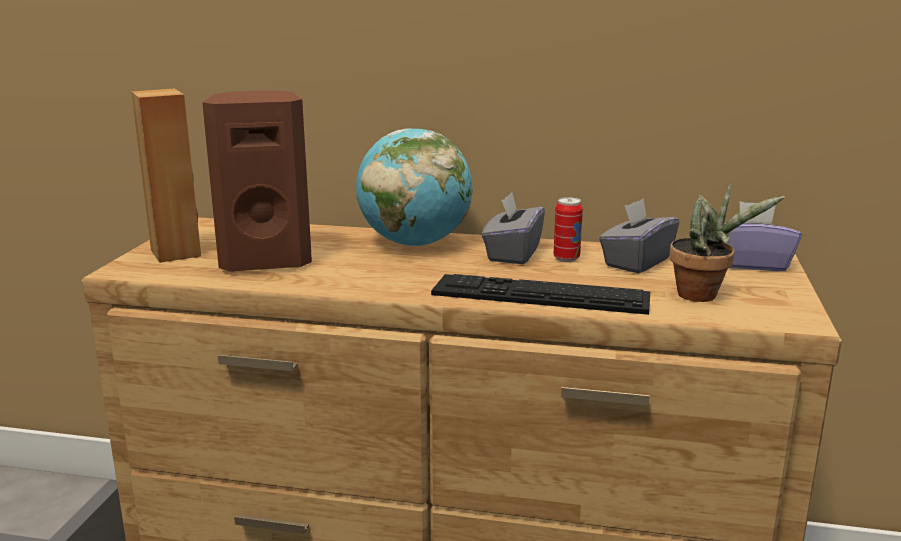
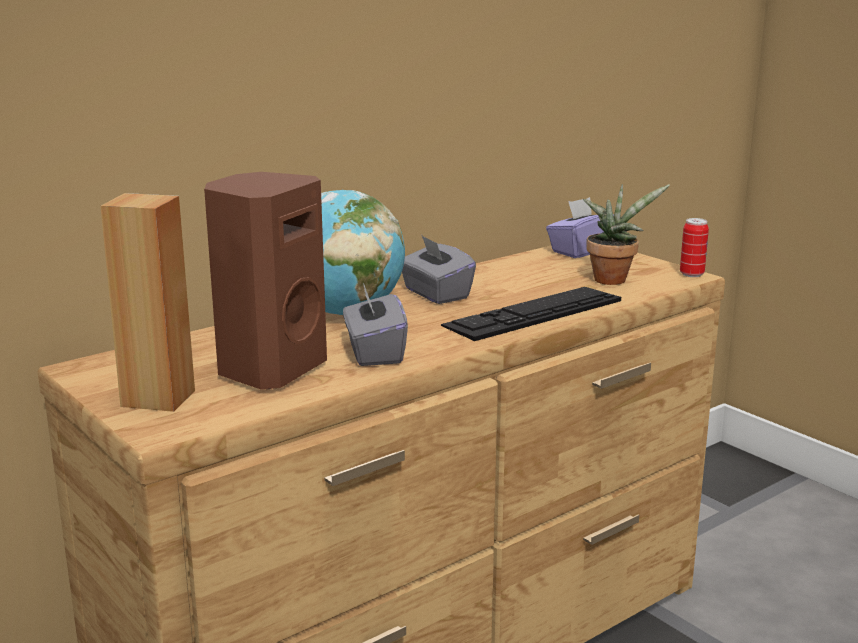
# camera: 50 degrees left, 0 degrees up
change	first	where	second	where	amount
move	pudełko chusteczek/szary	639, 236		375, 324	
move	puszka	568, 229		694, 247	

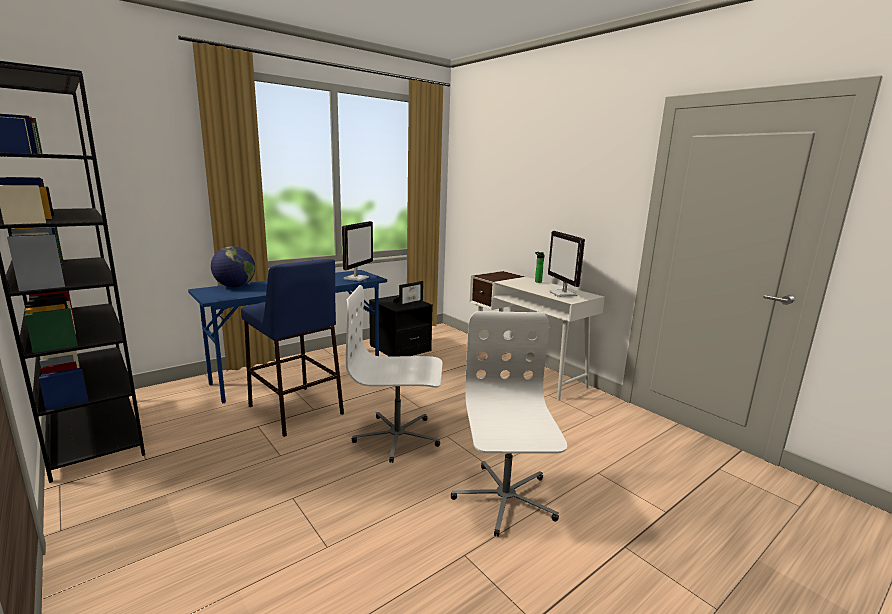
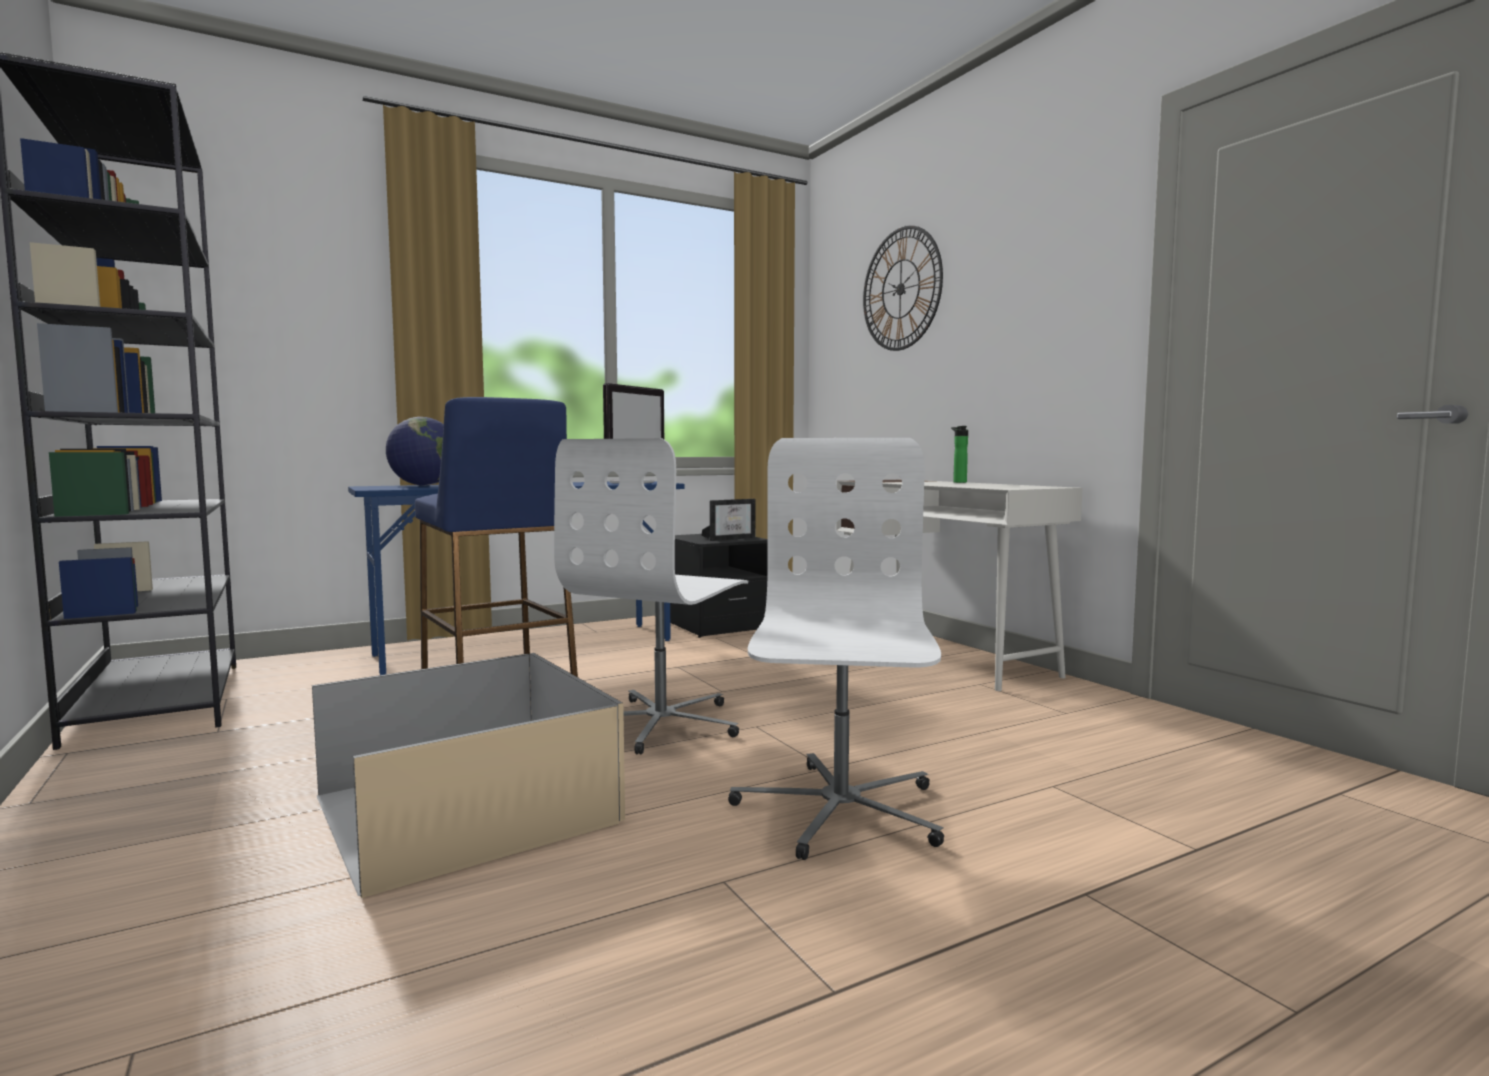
# camera: 10 degrees right, 10 degrees down
change	first	where	second	where	amount
insert			pojemnik do przechowywania/beżowy	468, 775	
rotate	krzesło biurowe/biały	394, 374		651, 596	75 degrees counterclockwise
insert			zegar ścienny	903, 288	
delete	monitor	566, 264			

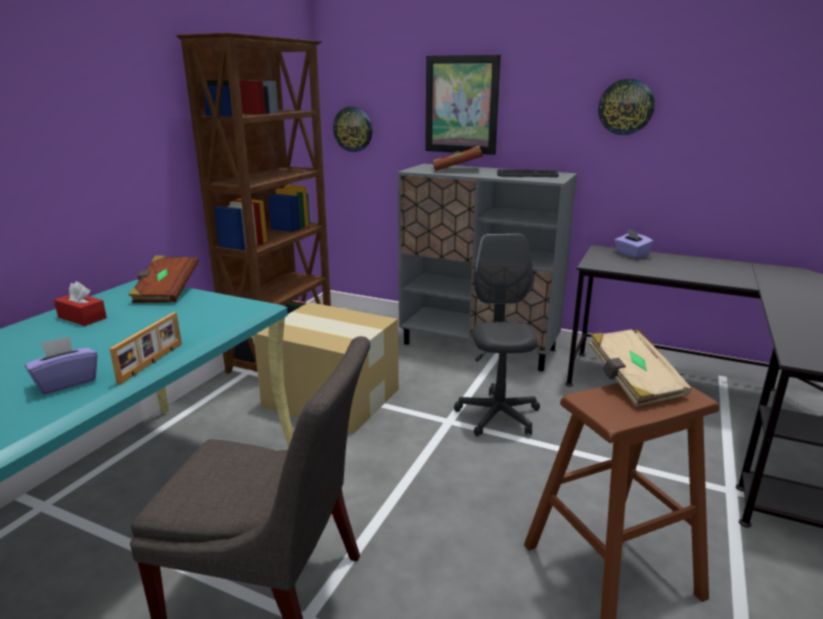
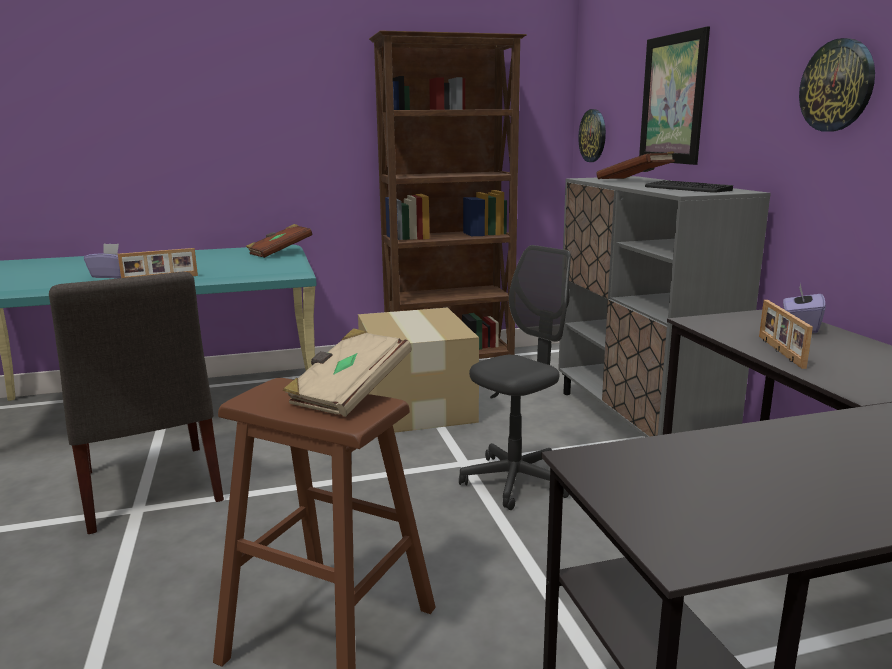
# camera: 50 degrees right, 5 degrees down
change	first	where	second	where	amount
insert			ramka na zdjęcie	786, 334	
delete	pudełko chusteczek/czerwony	80, 303			

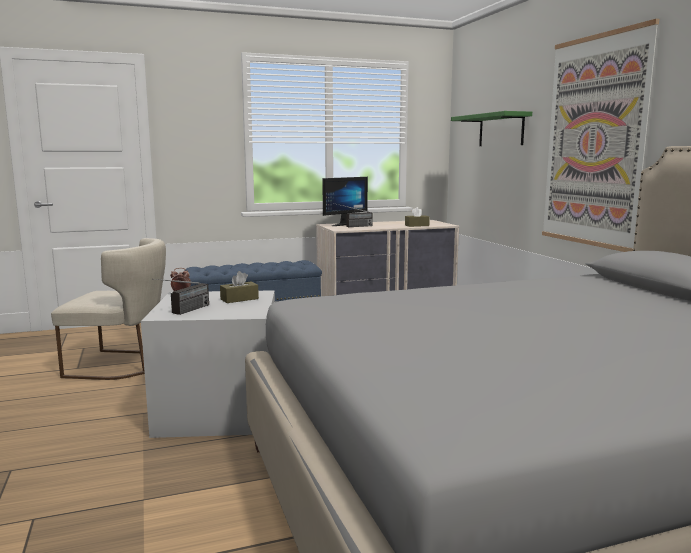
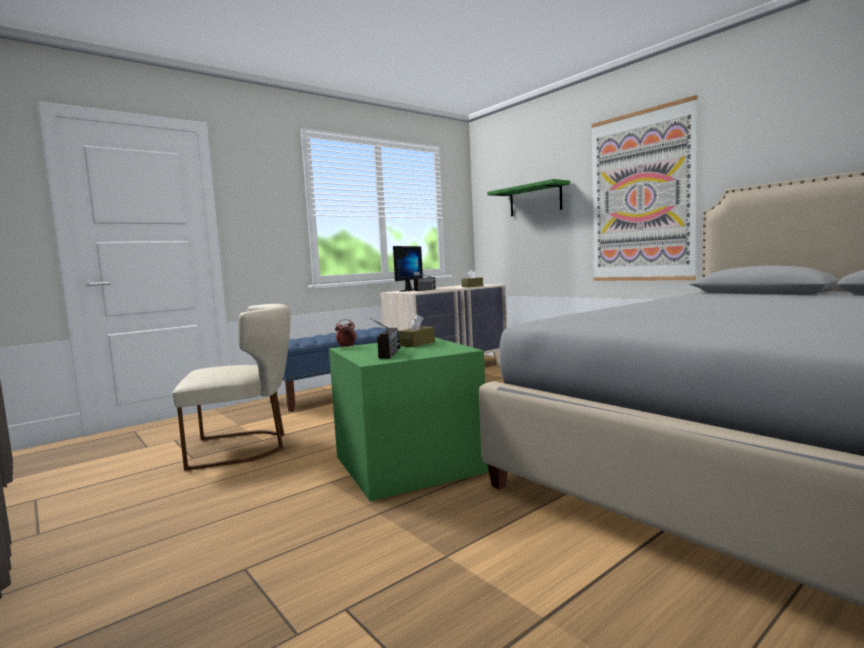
# camera: 20 degrees left, 5 degrees down
change	first	where	second	where	amount
recolor	pojemnik do przechowywania/szary	208, 364	pojemnik do przechowywania/zielony	409, 419	

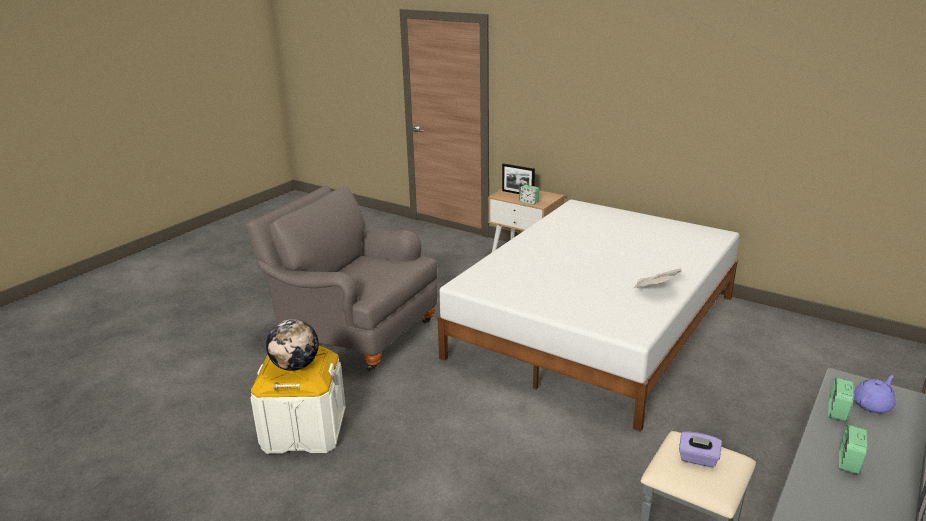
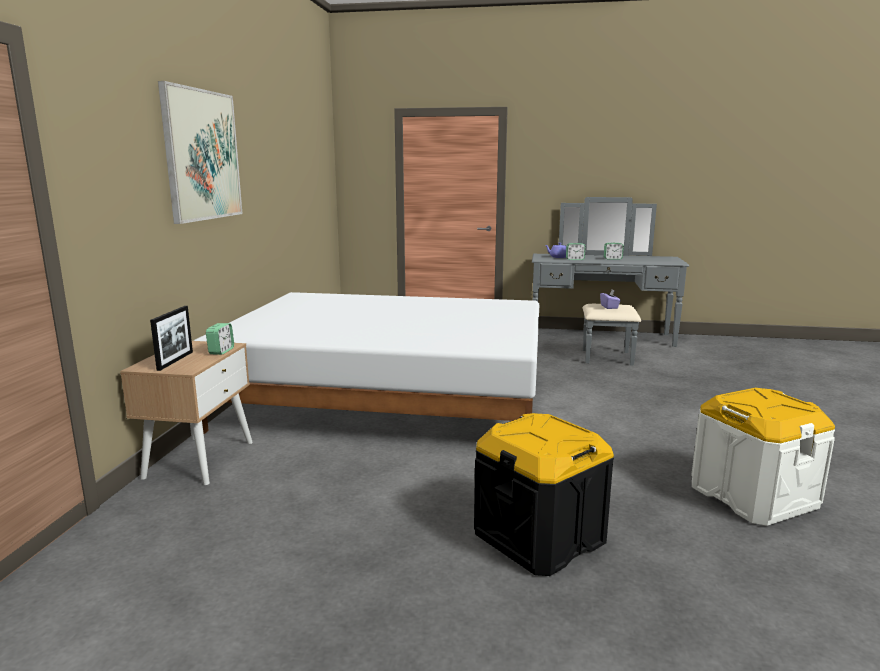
# camera: 115 degrees left, 10 degrees down
change	first	where	second	where	amount
insert			obraz	200, 152	
replace	fotel/szary	341, 278	pojemnik do przechowywania/czarny	544, 494	
delete	globus	292, 345			
delete	gazeta	658, 278			

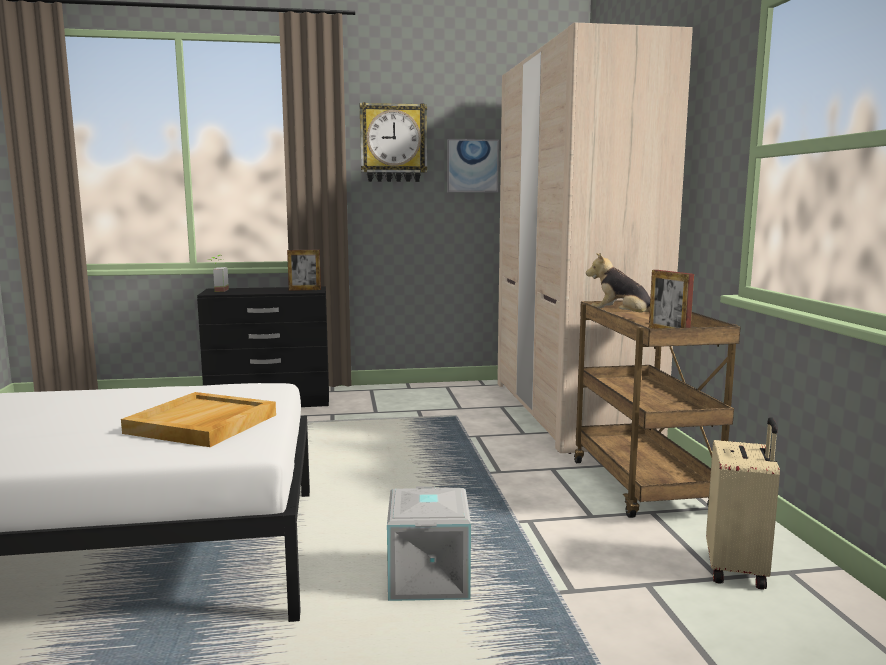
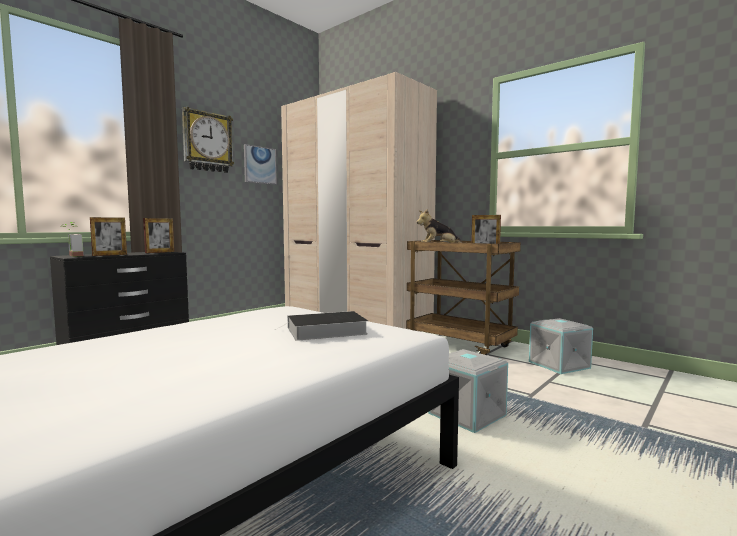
# camera: 40 degrees left, 5 degrees down
change	first	where	second	where	amount
insert			ramka na zdjęcie	108, 236	
replace	taca/beżowy	198, 419	książka	321, 326	
replace	walizka/beżowy	743, 503	pojemnik do przechowywania/szary	561, 346	

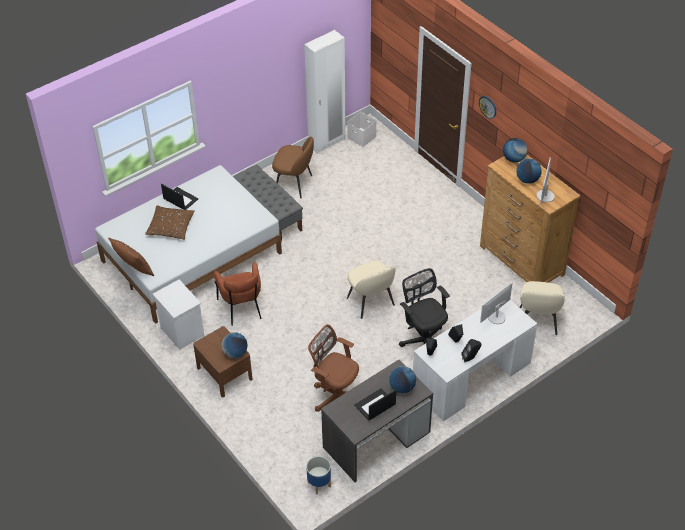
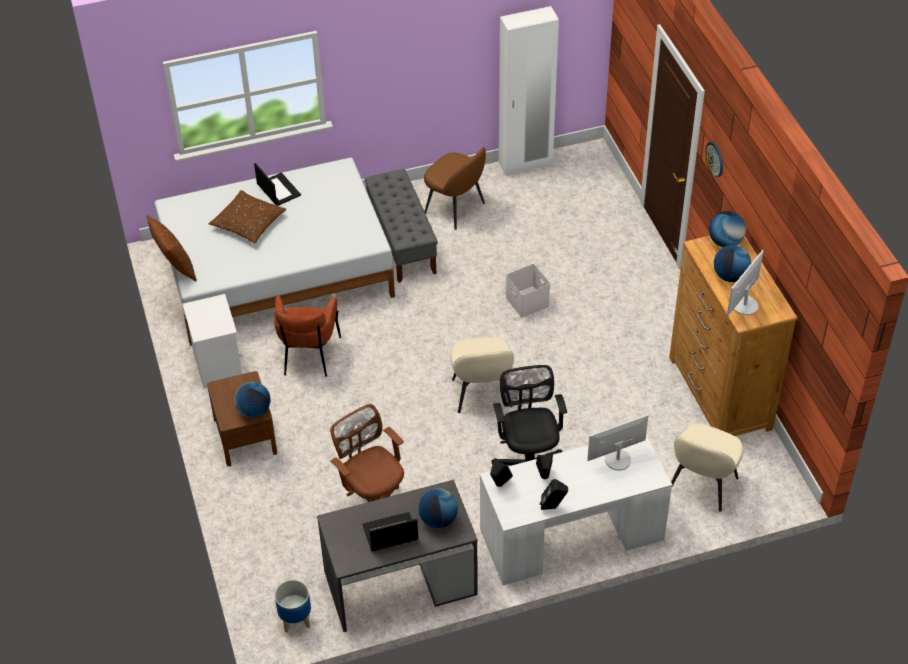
# camera: 20 degrees right, 0 degrees up
change	first	where	second	where	amount
move	pojemnik do przechowywania/biały	361, 129		528, 291	

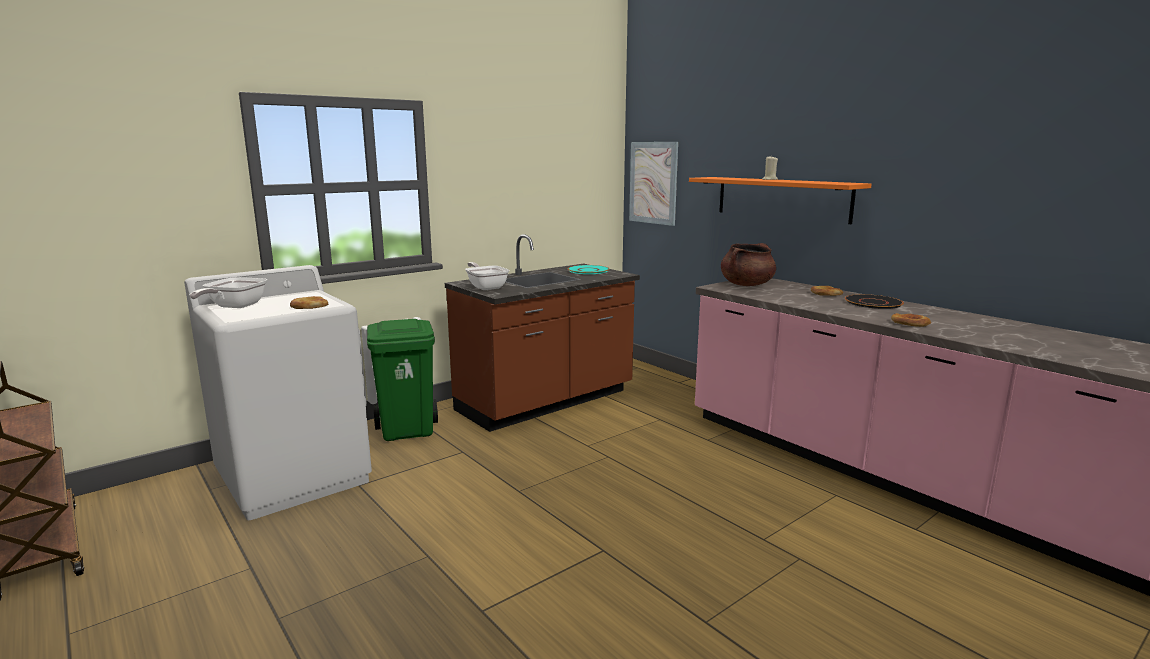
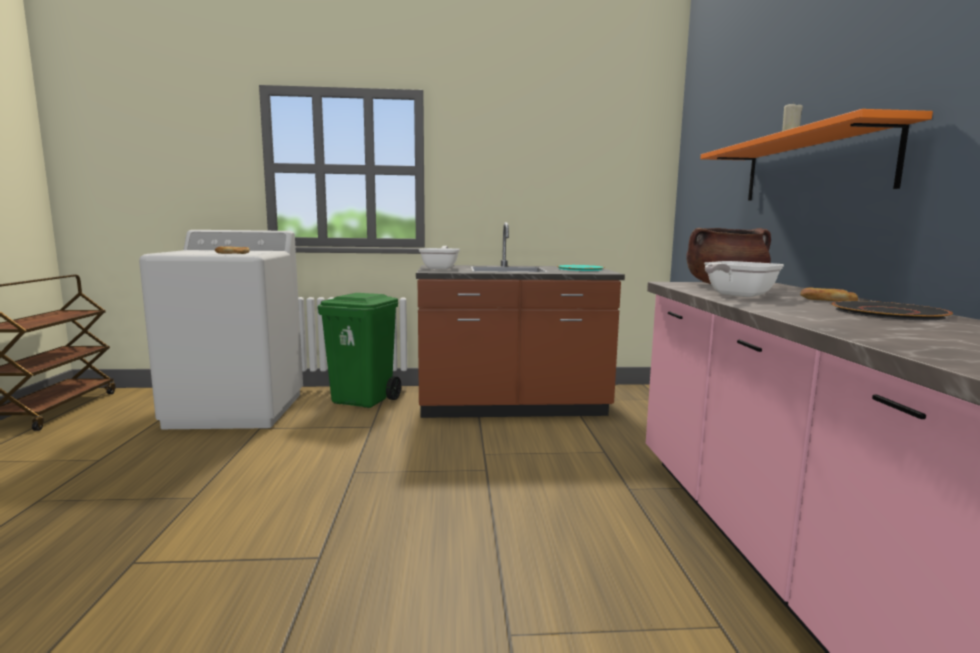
# camera: 35 degrees right, 5 degrees down
change	first	where	second	where	amount
move	patelnia	228, 292		744, 279	
delete	obraz	653, 184			
delete	chleb	911, 320			

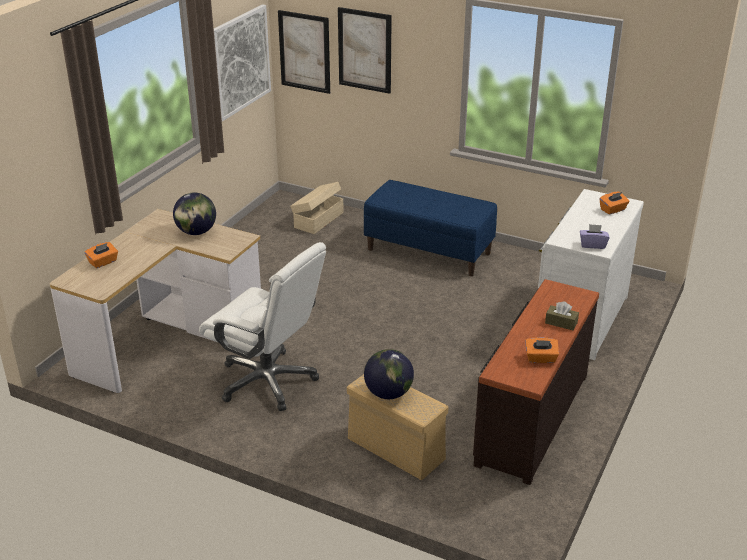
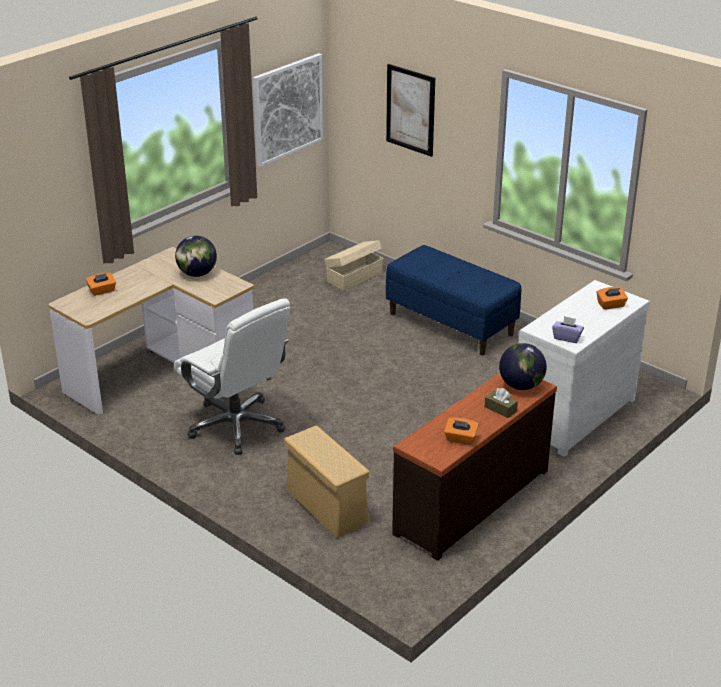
# camera: 15 degrees right, 0 degrees up
change	first	where	second	where	amount
move	globus	389, 374		523, 366	
delete	obraz	304, 52			

